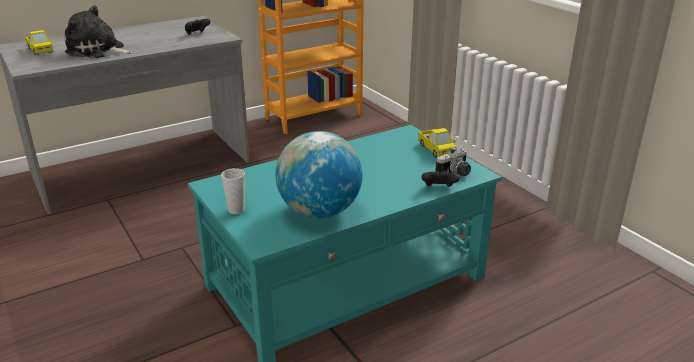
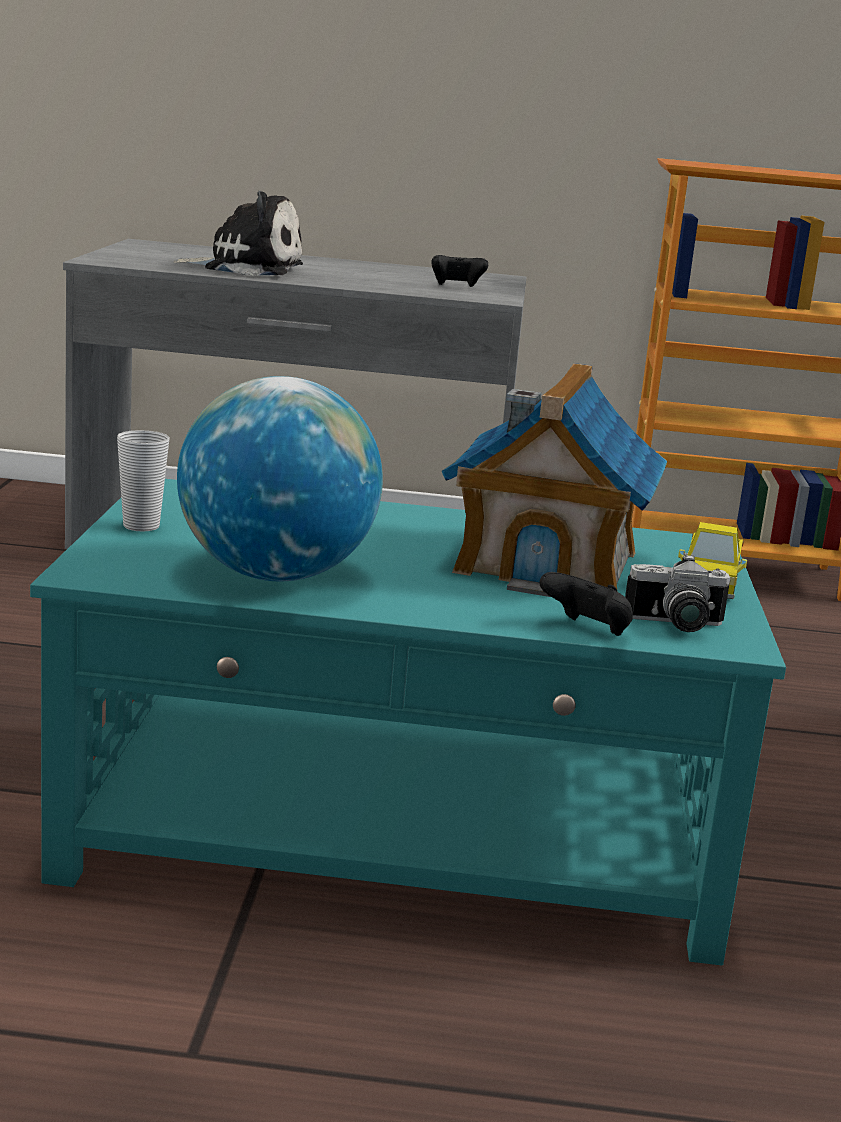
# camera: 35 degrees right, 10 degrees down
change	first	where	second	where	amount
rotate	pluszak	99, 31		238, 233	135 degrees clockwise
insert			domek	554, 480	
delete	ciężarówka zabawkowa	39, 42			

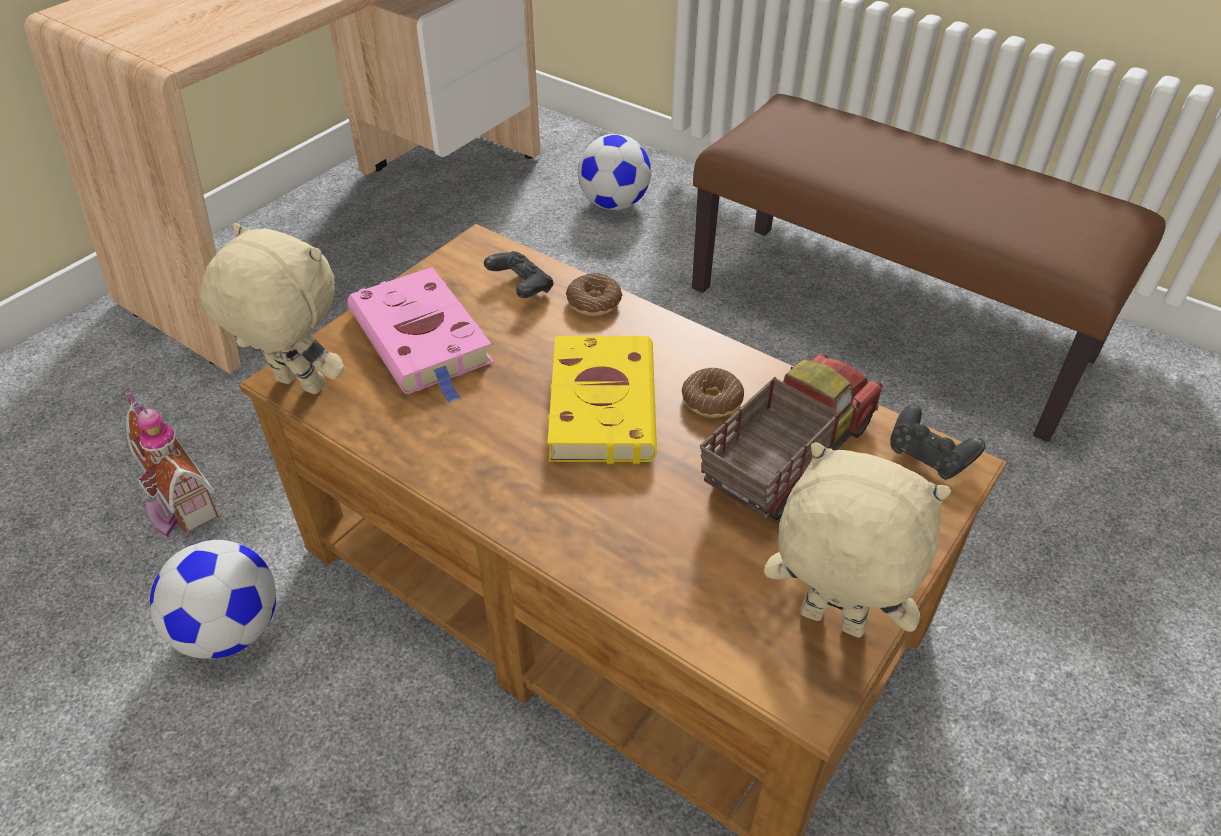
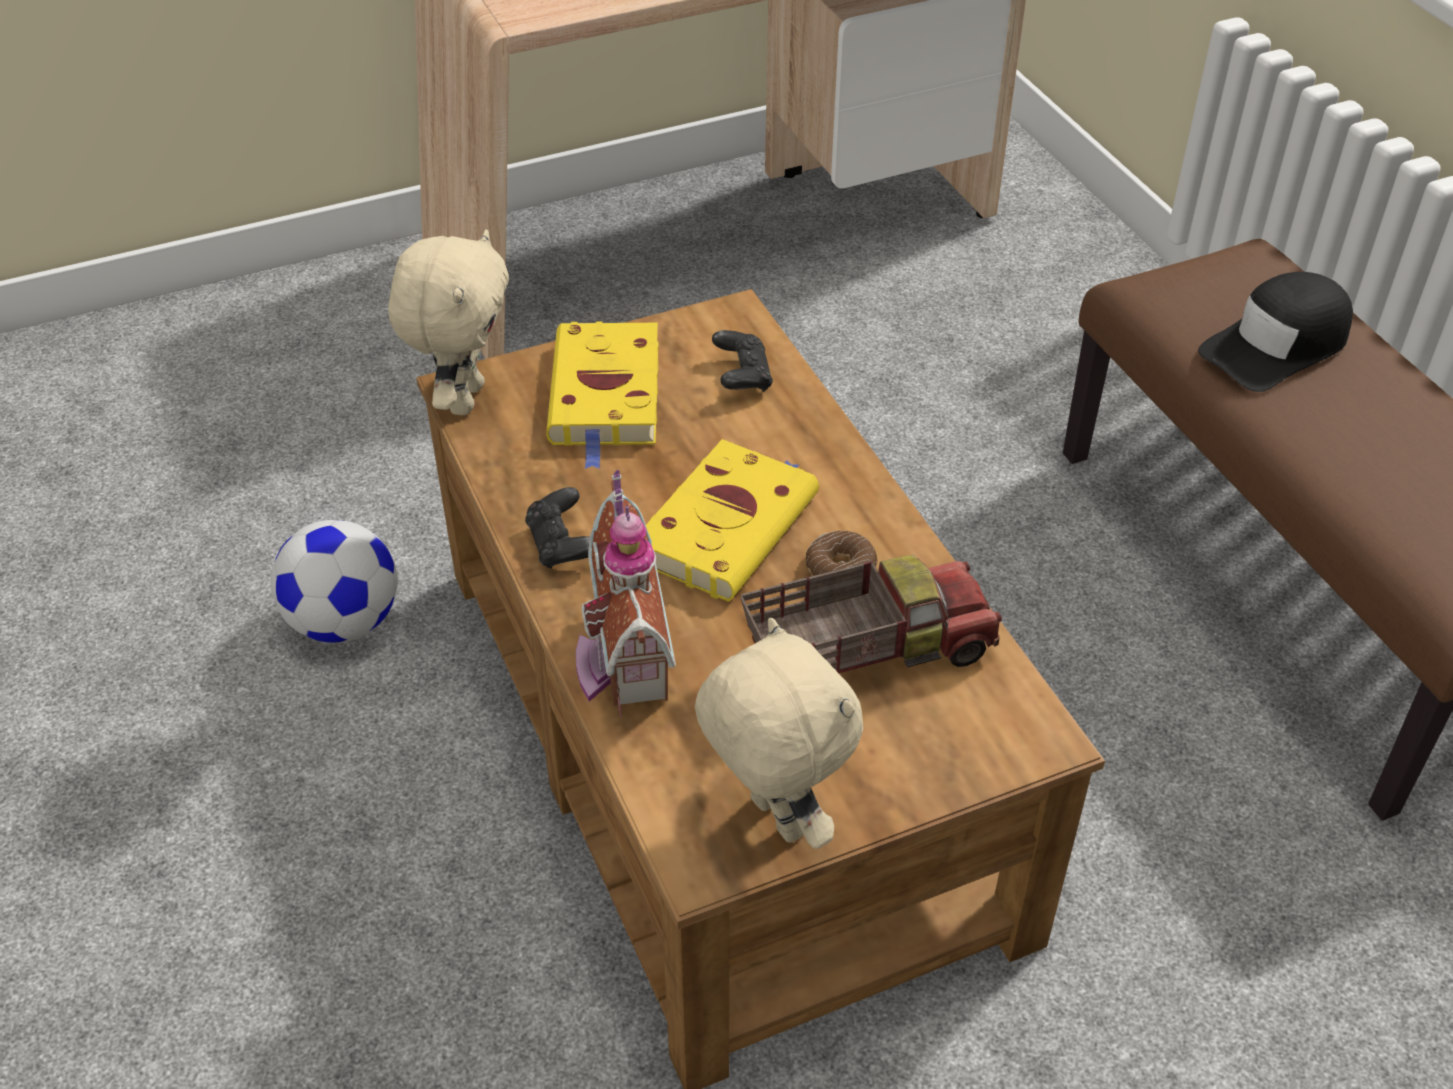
# camera: 30 degrees right, 0 degrees up
change	first	where	second	where	amount
rotate	pluszak/beżowy	272, 308		448, 322	45 degrees clockwise
move	pad do gier/czarny	938, 442		557, 528	
recolor	książka/różowy	420, 335	książka/żółty	602, 395	
move	domek	172, 462		626, 593	
insert			czapka z daszkiem/czarny	1275, 332	
delete	donut	594, 294			
delete	piłka futbolowa	614, 172			

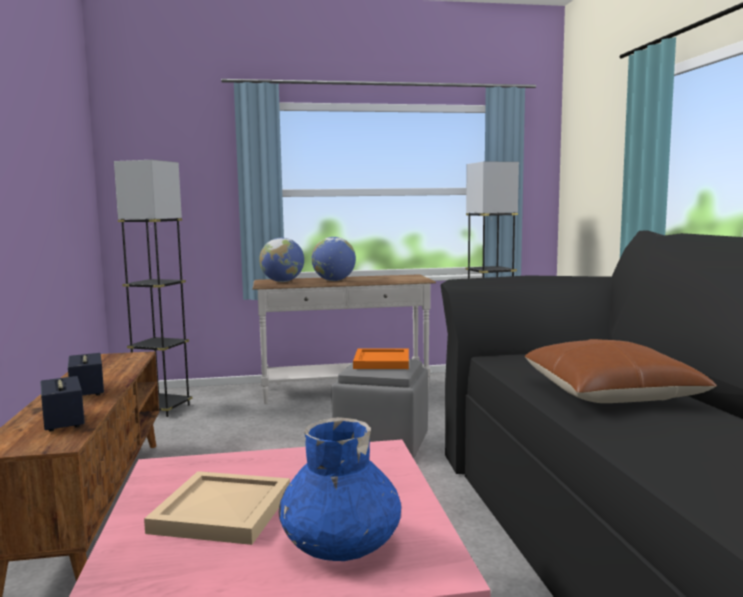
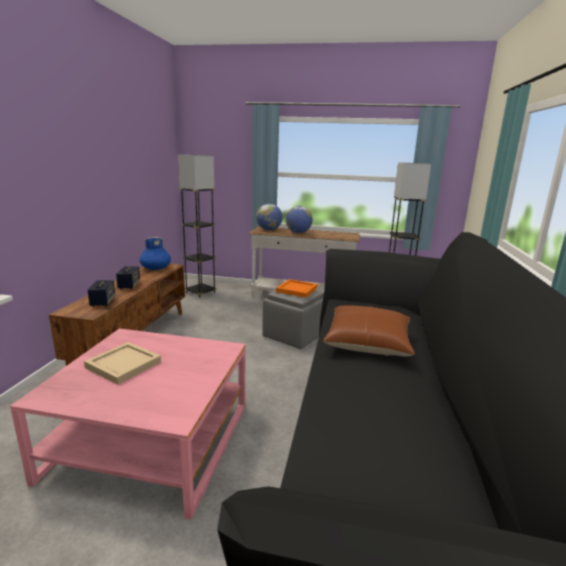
# camera: 20 degrees right, 10 degrees up
change	first	where	second	where	amount
move	wazon/niebieski	339, 489		155, 253	

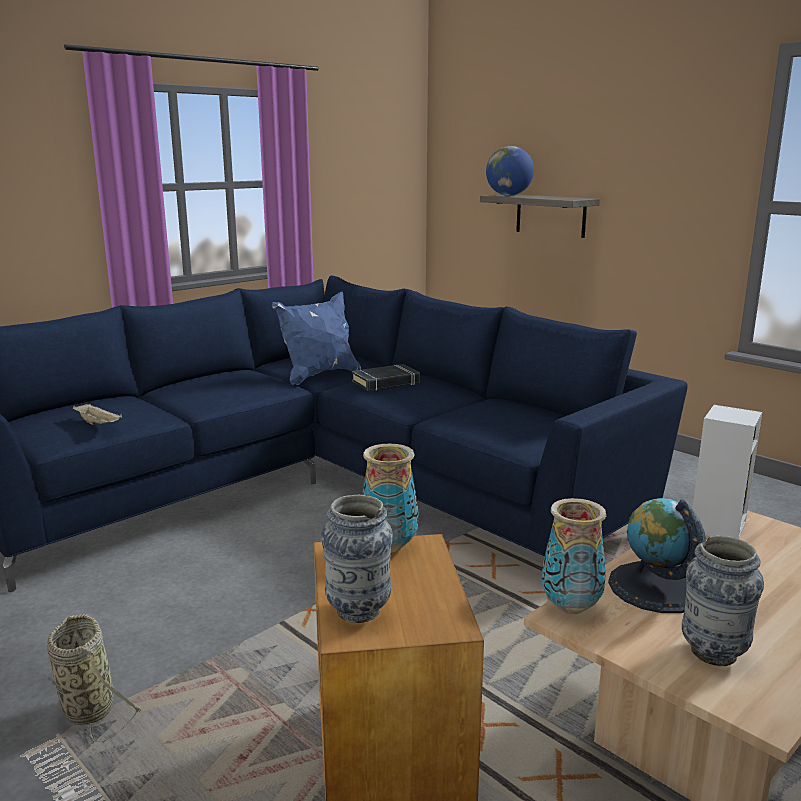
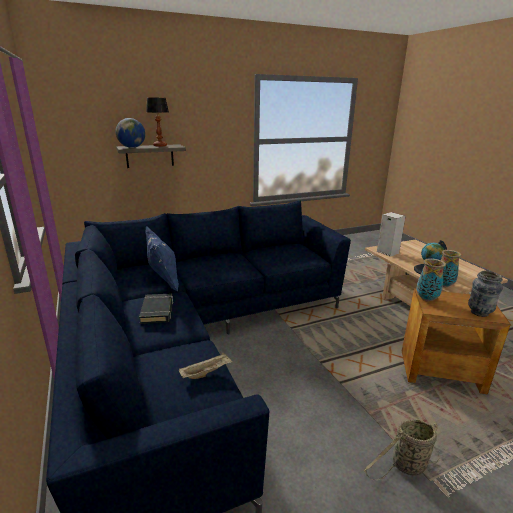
# camera: 70 degrees left, 5 degrees up
change	first	where	second	where	amount
move	książka/czarny	386, 377		156, 309	
insert			lampa stołowa	157, 122	
delete	wazon	723, 601			

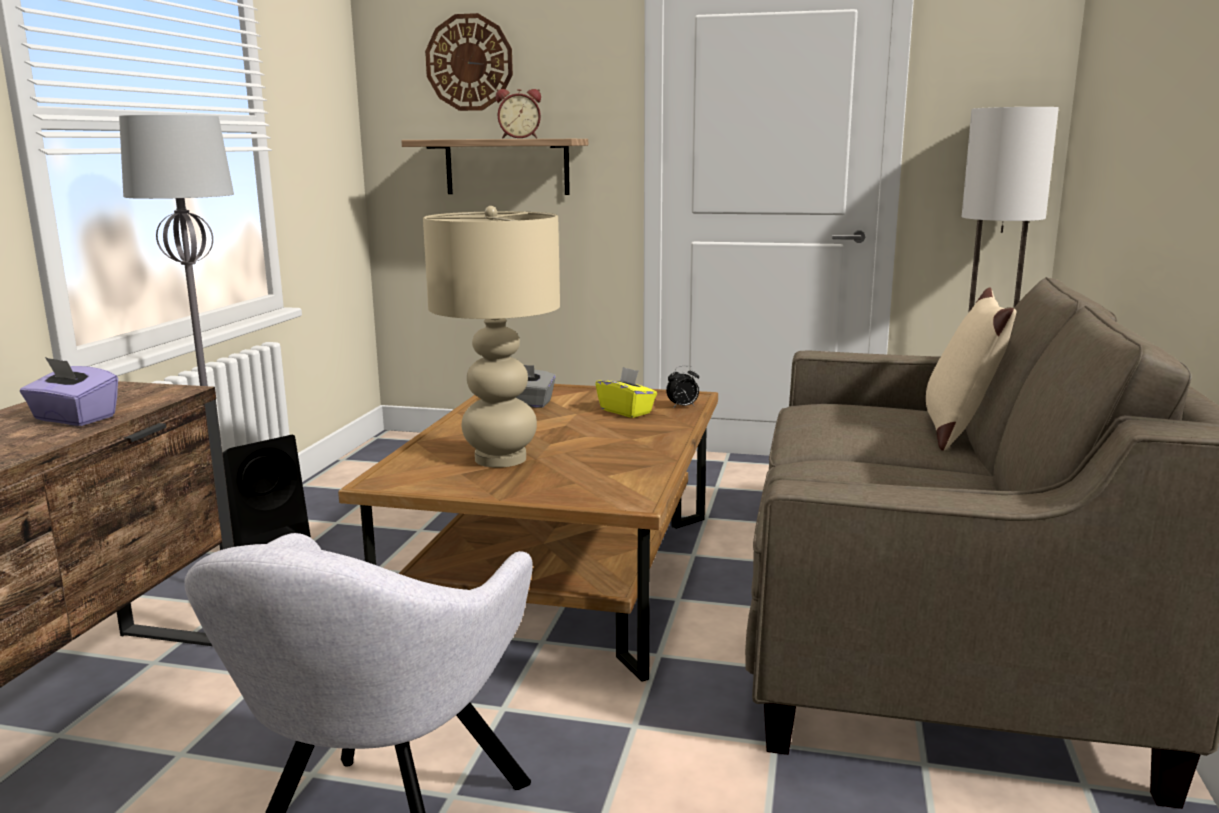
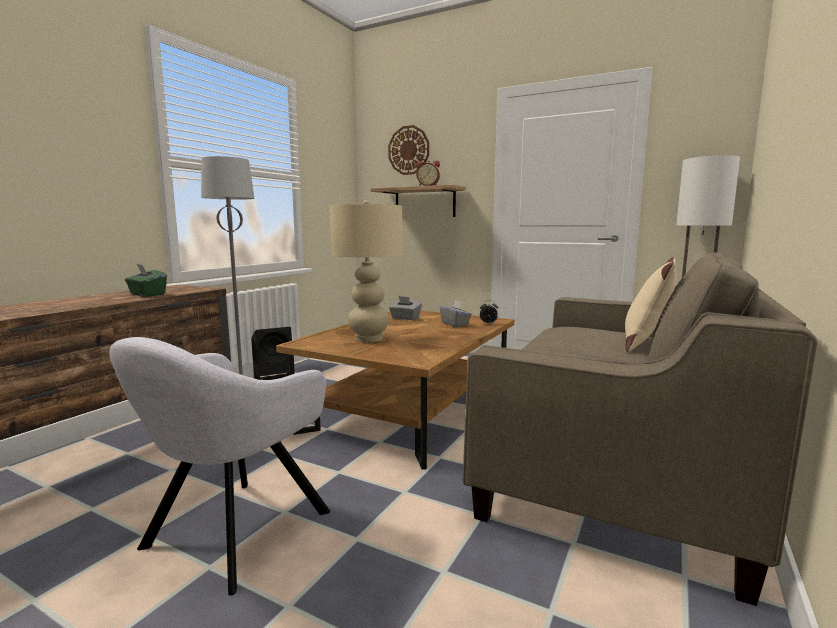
# camera: 15 degrees right, 5 degrees down
change	first	where	second	where	amount
recolor	pudełko chusteczek/fioletowy	69, 391	pudełko chusteczek/zielony	146, 280	
recolor	pudełko chusteczek/żółty	626, 392	pudełko chusteczek/szary	456, 313	

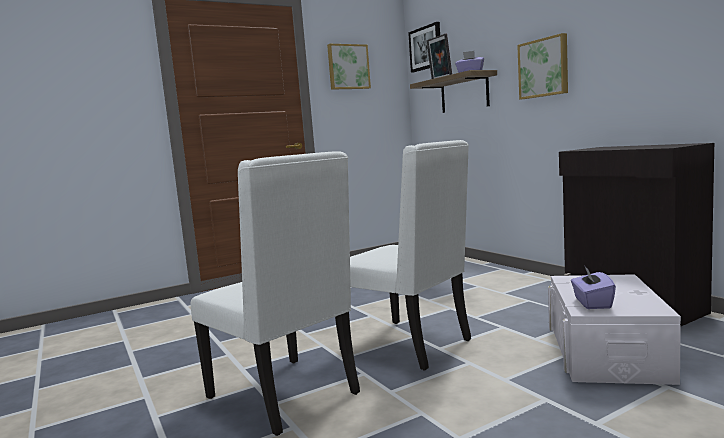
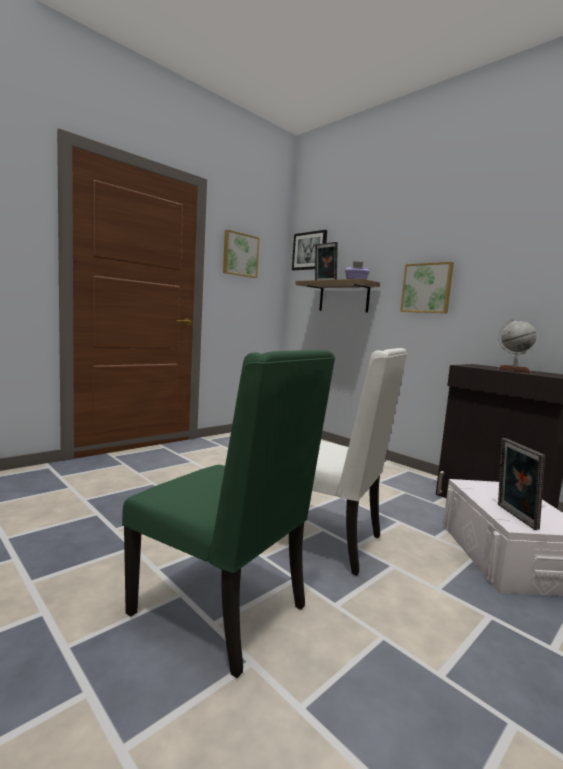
# camera: 15 degrees left, 0 degrees up
change	first	where	second	where	amount
recolor	krzesło/biały	275, 293	krzesło/zielony	228, 514	
insert			globus	517, 346	
replace	pudełko chusteczek/fioletowy	593, 288	ramka na zdjęcie	521, 484	

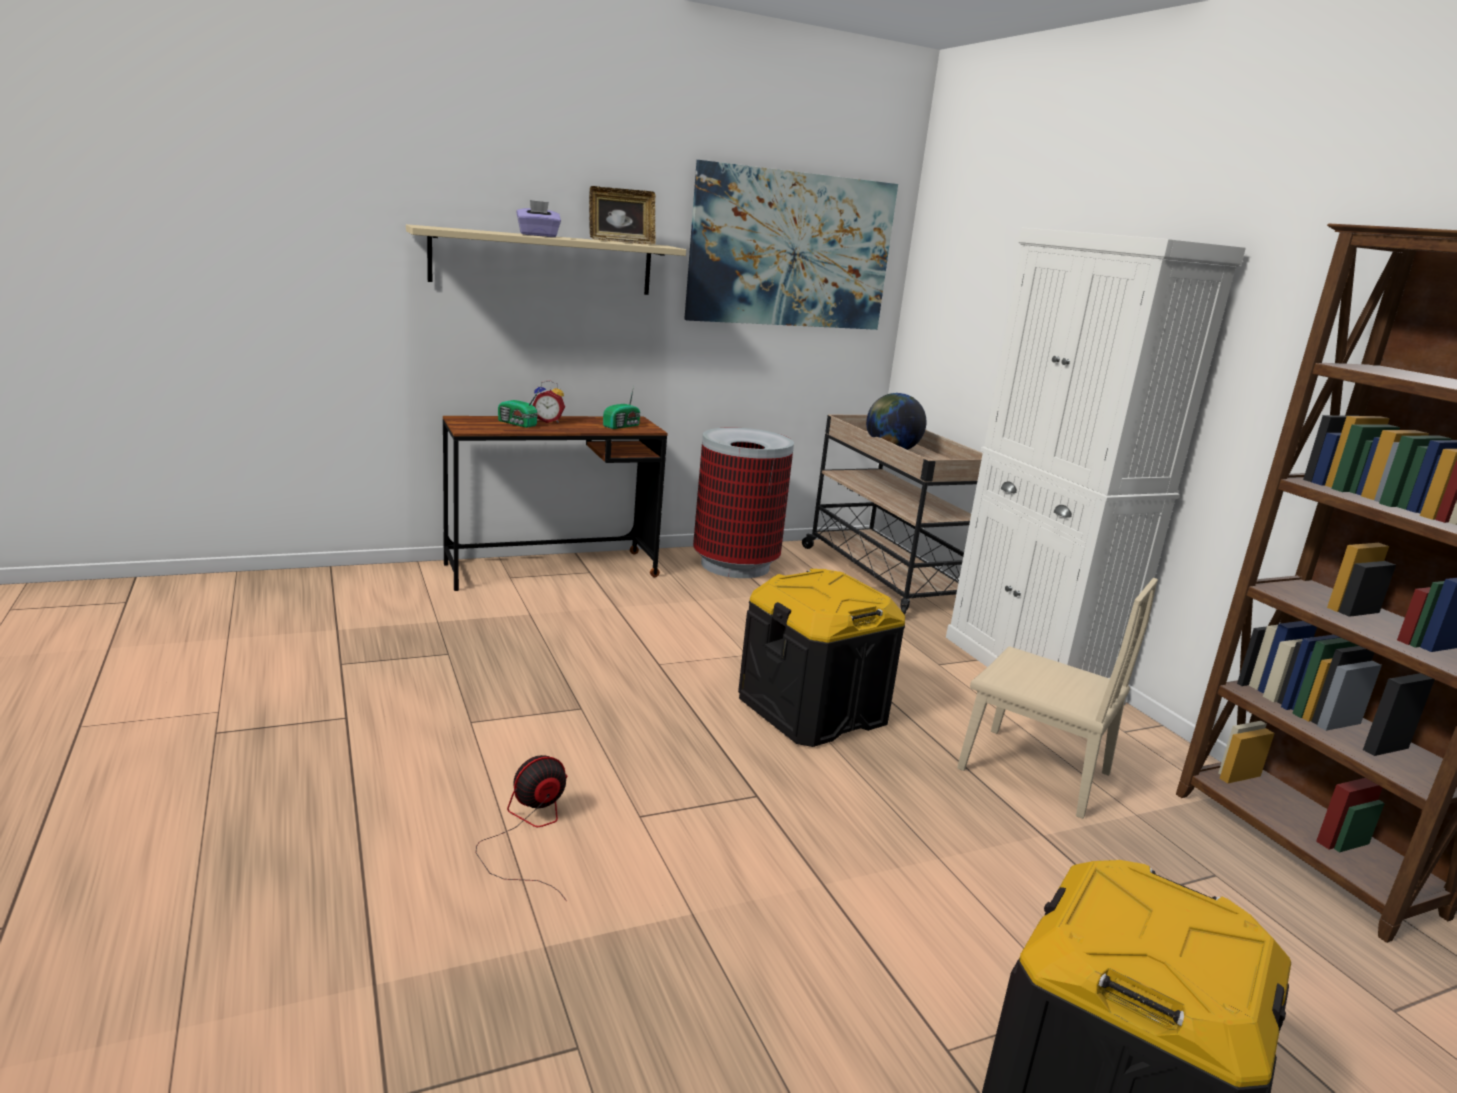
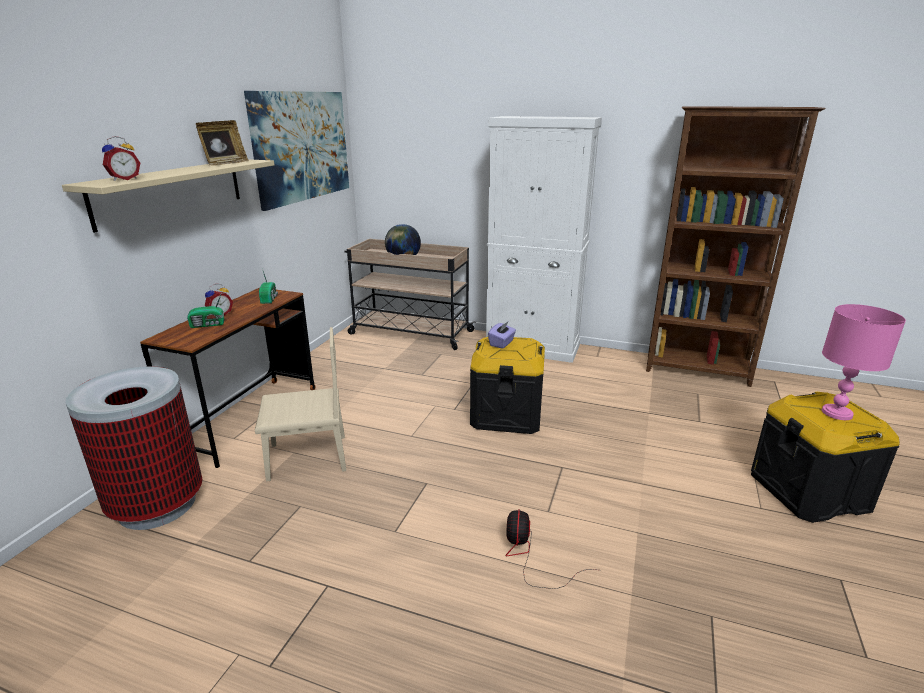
# camera: 45 degrees left, 5 degrees up
change	first	where	second	where	amount
move	kosz na śmieci	743, 502		133, 448	
insert			budzik	121, 158	
move	krzesło/beżowy	1057, 698		300, 404	
move	pudełko chusteczek/fioletowy	538, 218		502, 335	
insert			lampa stołowa/różowy	864, 362	

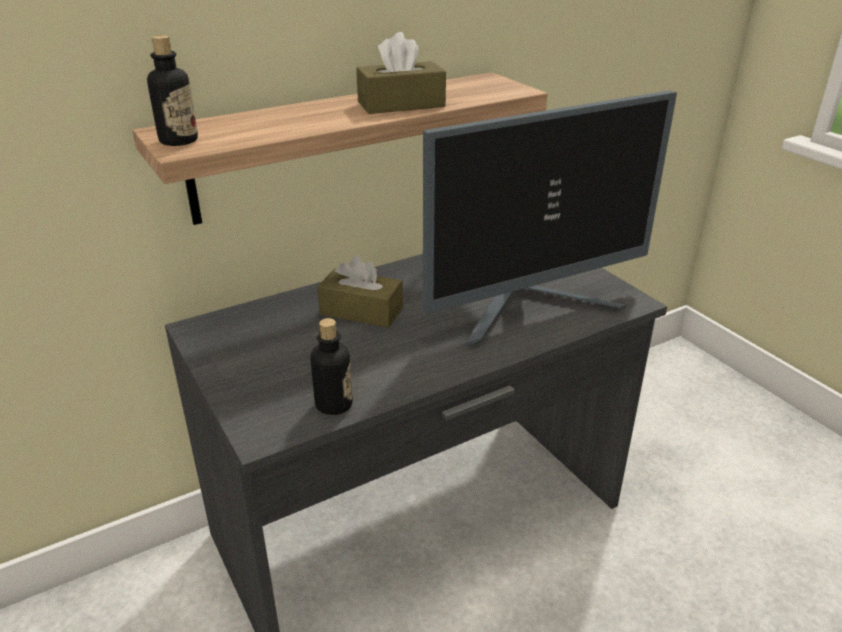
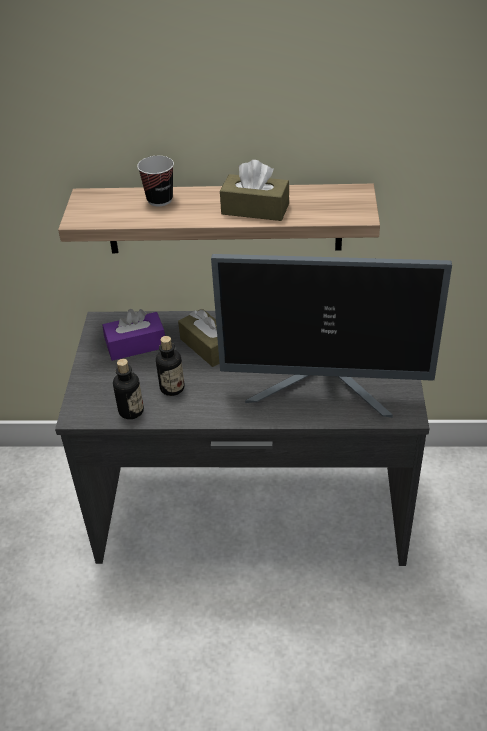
# camera: 35 degrees right, 10 degrees up
change	first	where	second	where	amount
insert			pudełko chusteczek/fioletowy	133, 335	
insert			filiżanka	155, 181	
move	butelka	172, 90		170, 366	

